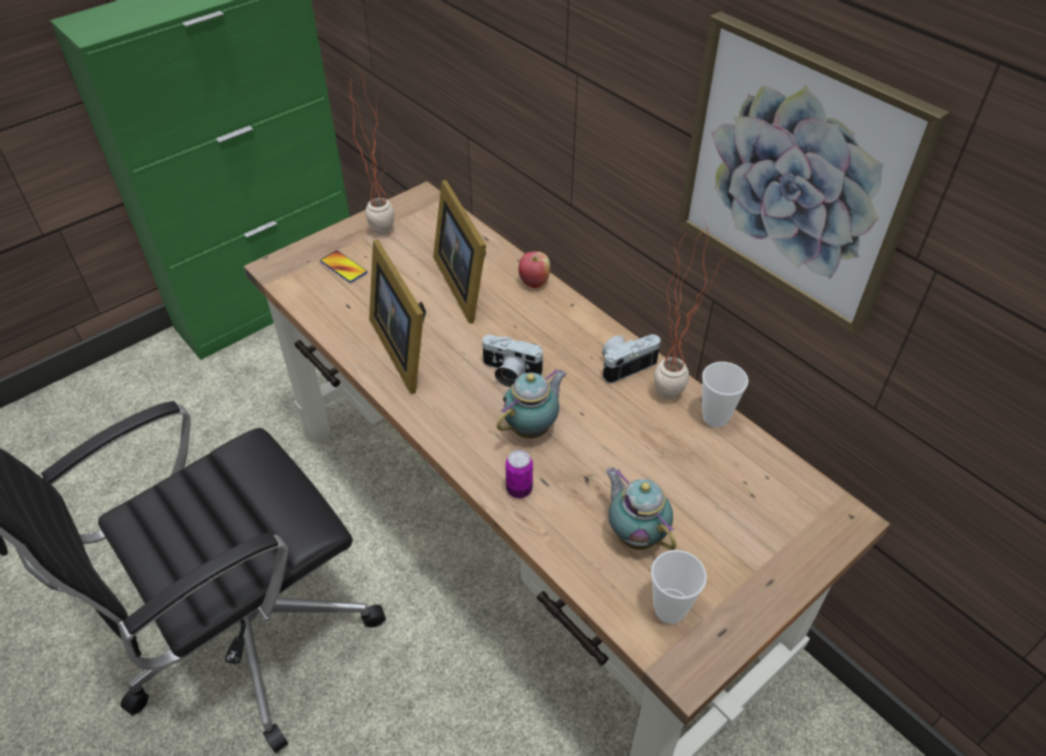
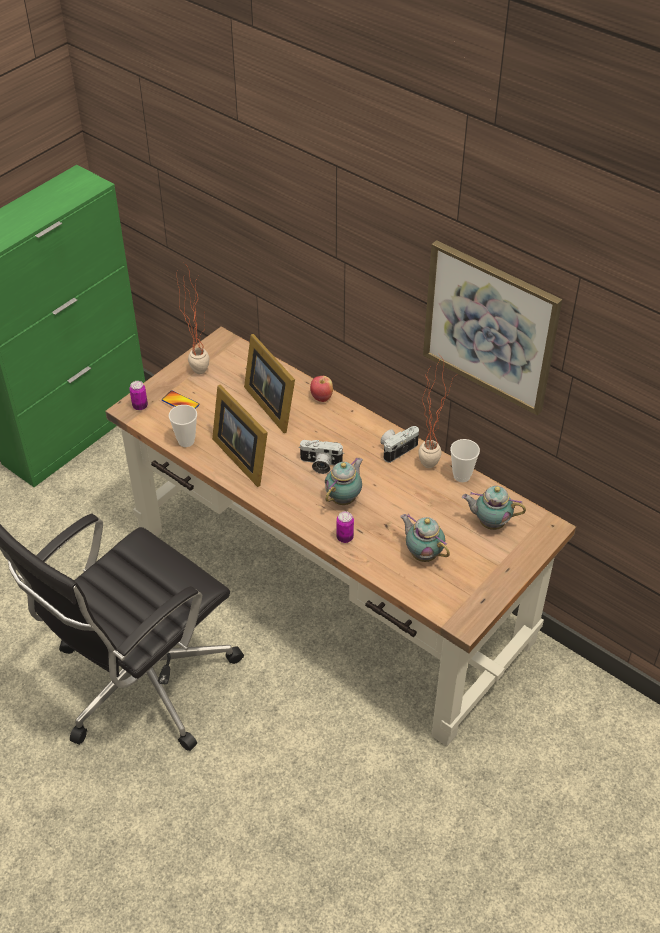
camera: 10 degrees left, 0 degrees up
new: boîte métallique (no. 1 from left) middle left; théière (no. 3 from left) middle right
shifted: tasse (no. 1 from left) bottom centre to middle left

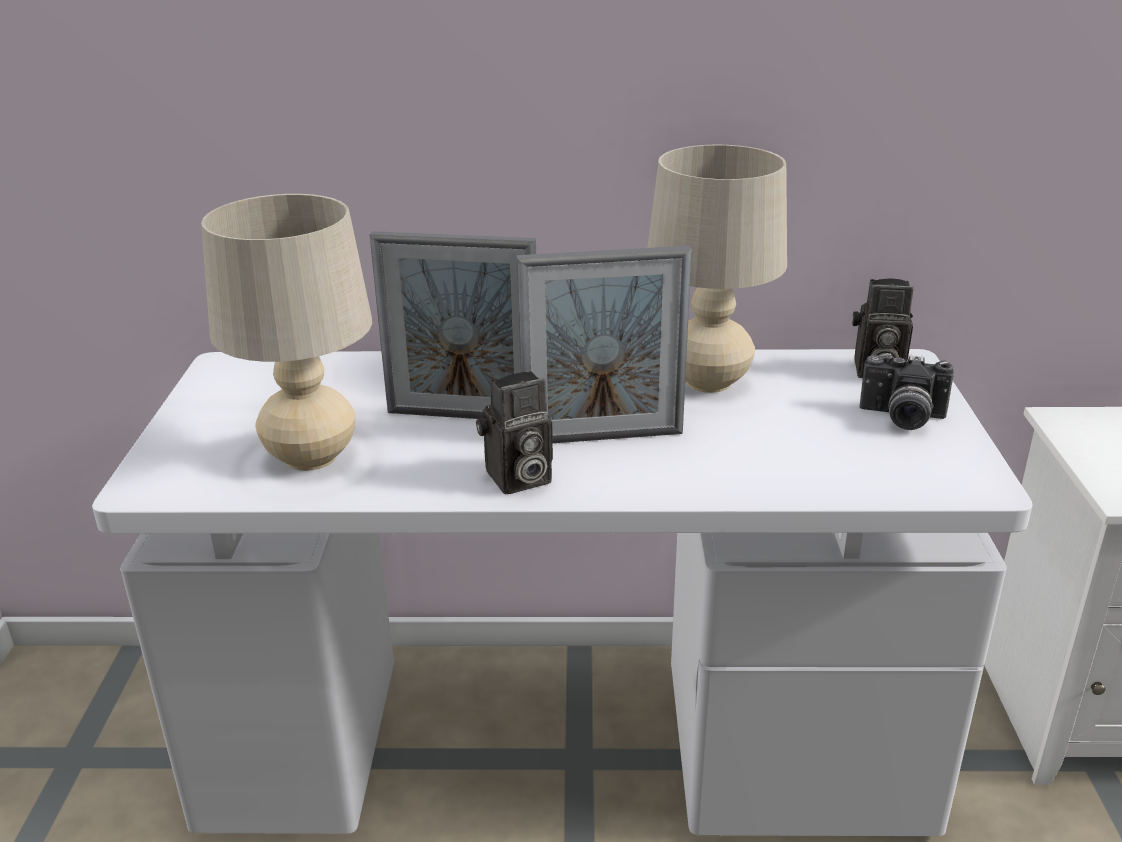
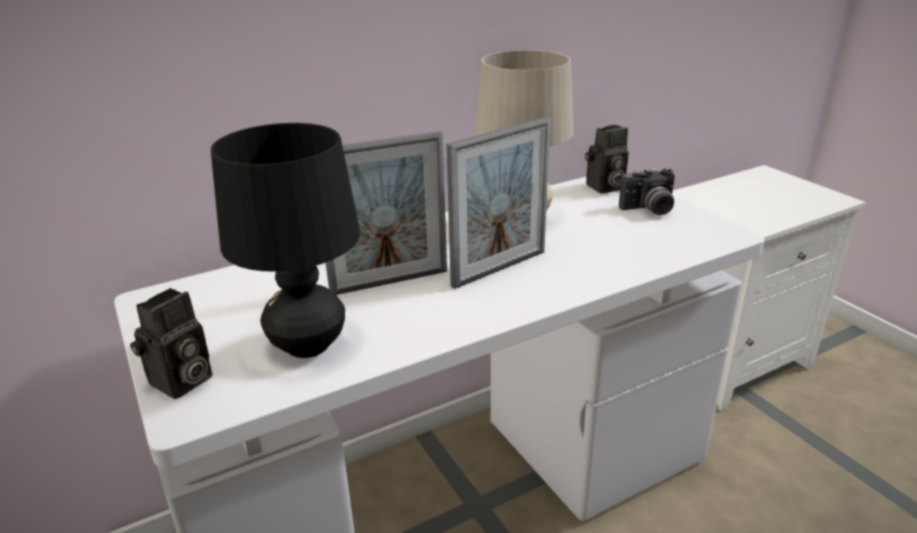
camera: 30 degrees left, 0 degrees up
shifted: appareil photo (no. 1 from left) centre to middle left
repainted: lampe de table (beige) (no. 1 from left) middle left to lampe de table (noir) middle left

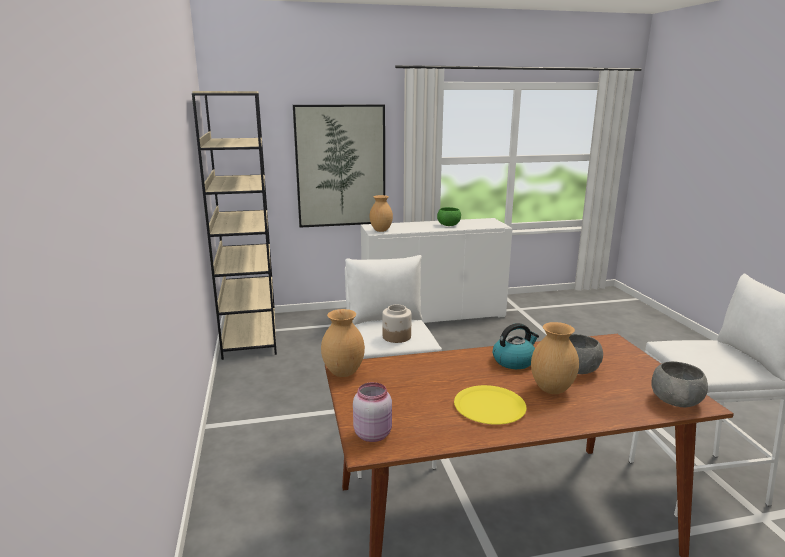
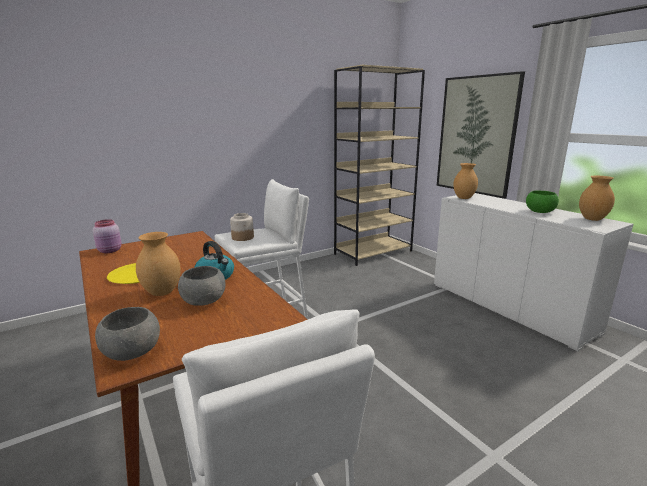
camera: 70 degrees right, 0 degrees up
shifted: vase (marron) (no. 1 from left in the first image) centre to vase (marron) (no. 3 from left) middle right

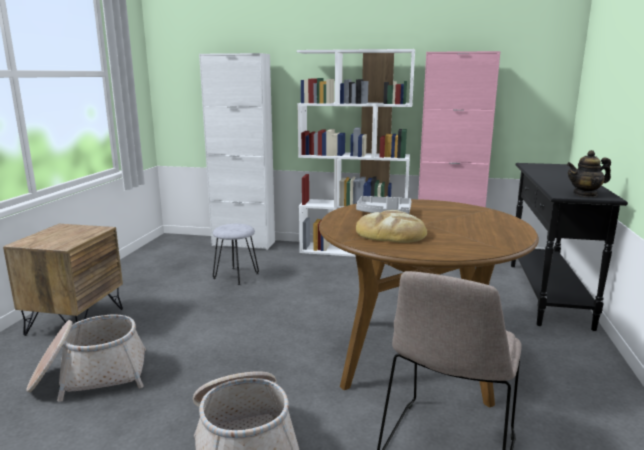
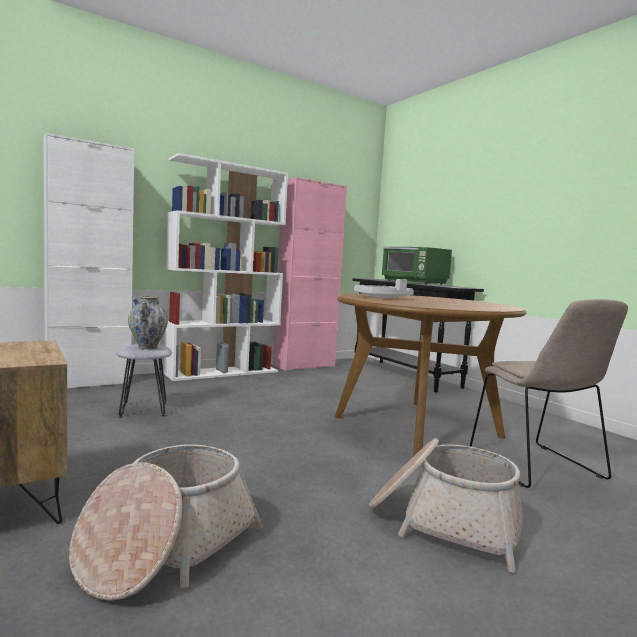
camera: 45 degrees left, 10 degrees down
gone: pain centre; théière middle right
new: vase middle left; micro-ondes (vert) centre

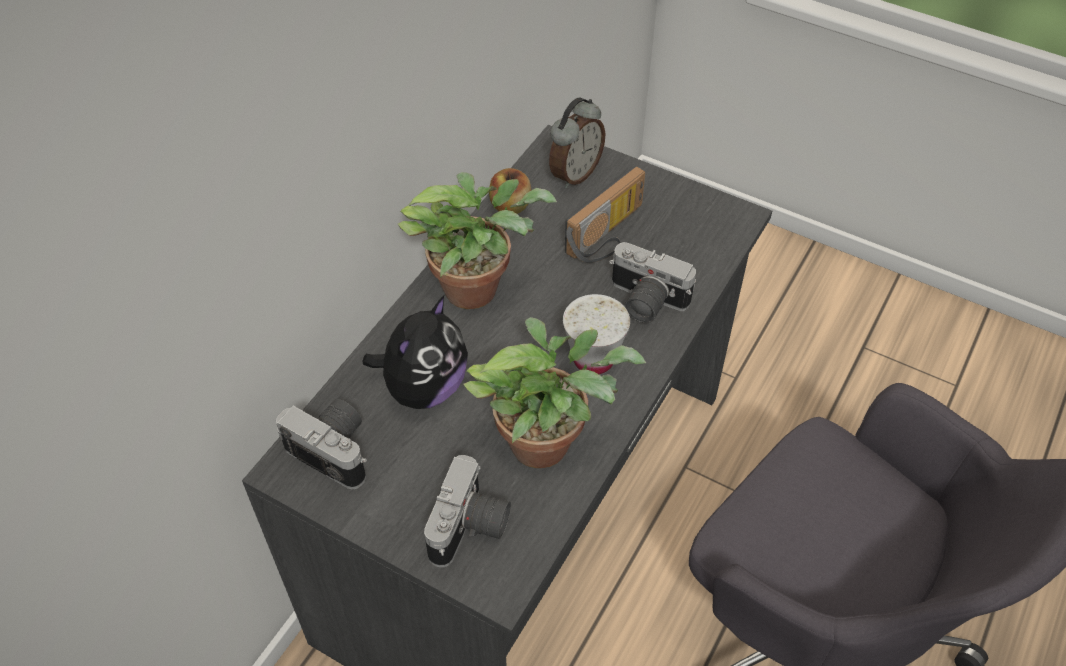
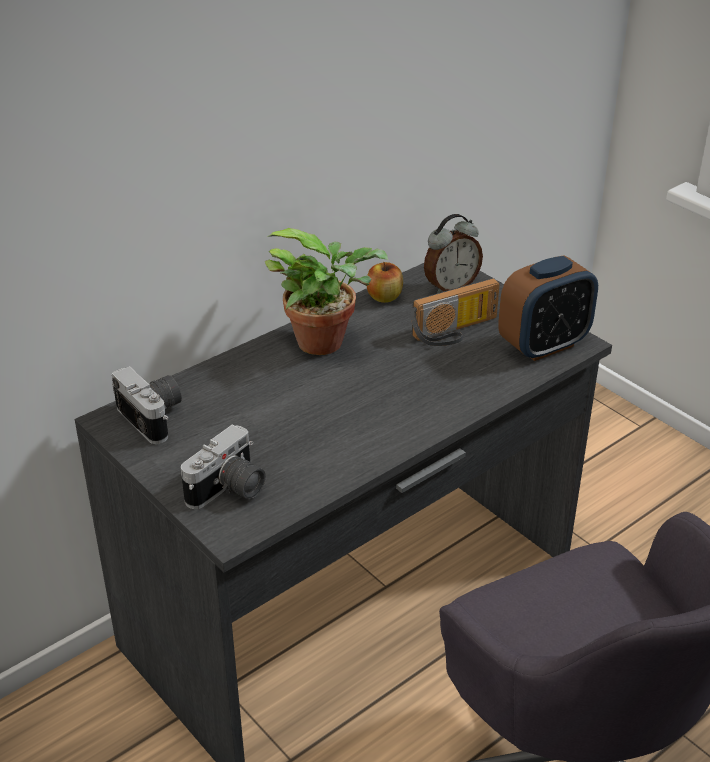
camera: 20 degrees right, 15 degrees down
gone: peluche centre; plante en pot (no. 2 from left) centre; tasse (blanc) centre; appareil photo (no. 3 from left) centre
new: réveil (no. 2 from left) middle right

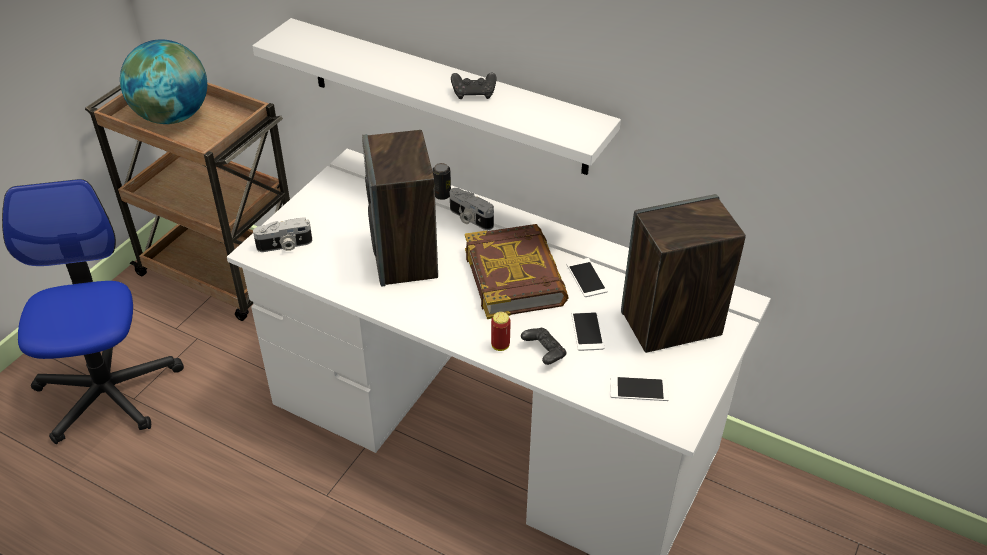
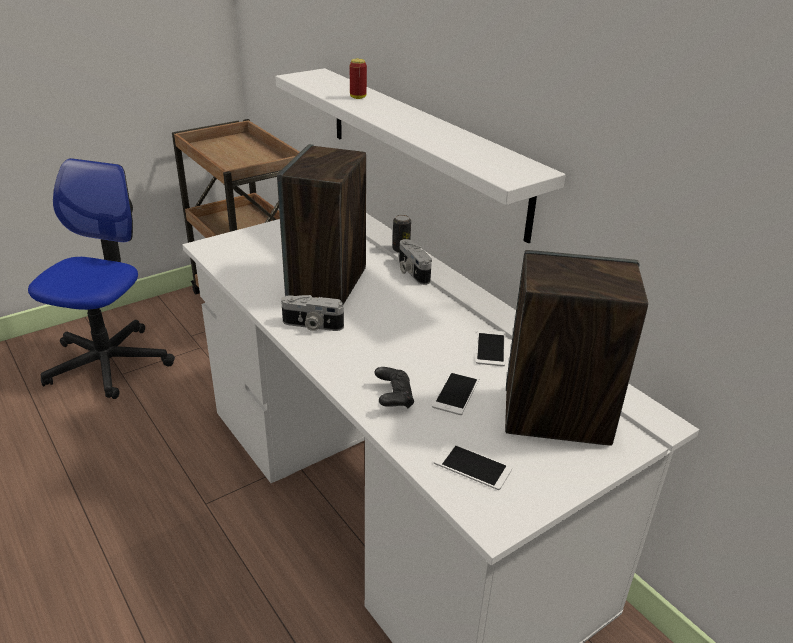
camera: 25 degrees right, 10 degrees down
gone: globe top left; manette (noir) (no. 1 from left) top centre; livre centre
shifted: appareil photo (no. 1 from left) middle left to centre; boîte métallique (no. 2 from left in the first image) centre to boîte métallique (no. 1 from left) top centre

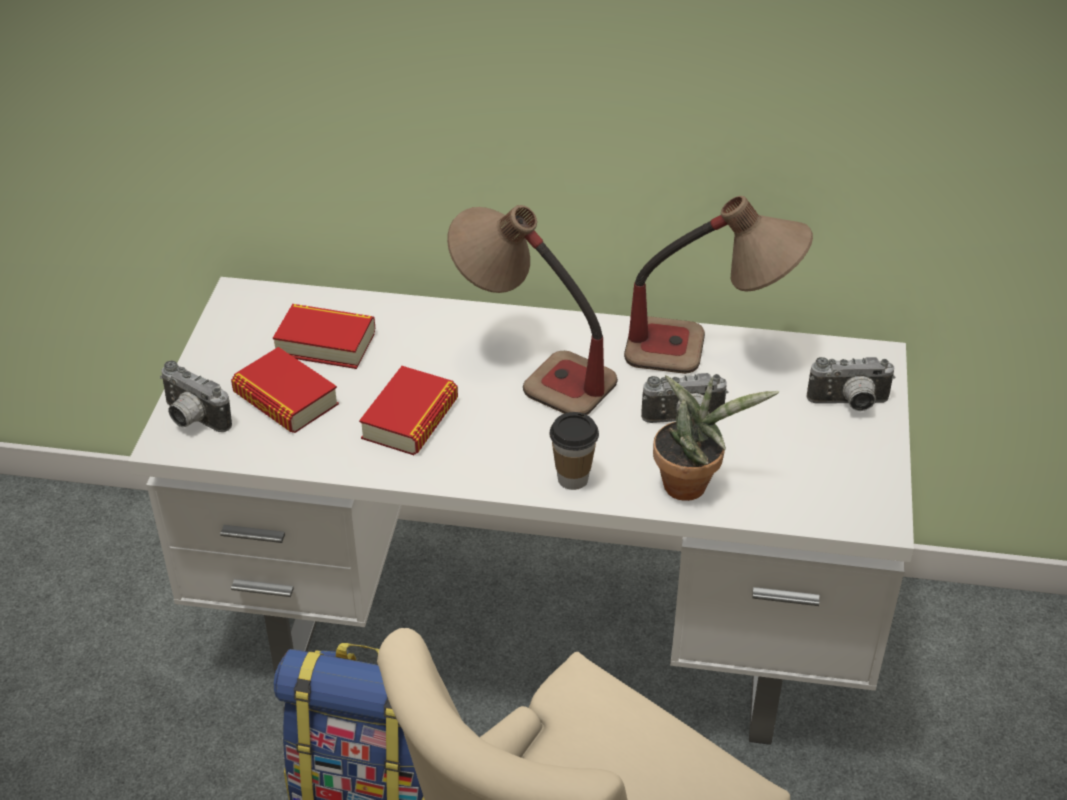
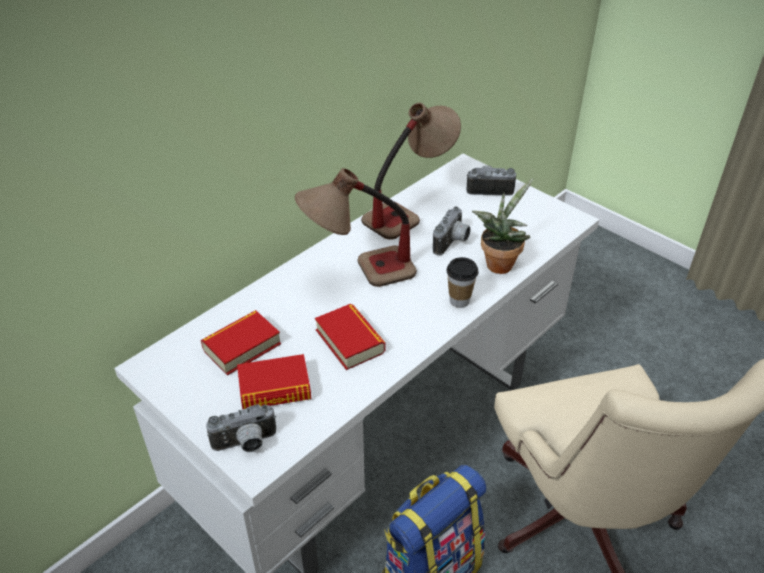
camera: 55 degrees left, 0 degrees up
rotated: appareil photo (no. 3 from left) middle right = top centre 120 degrees counterclockwise

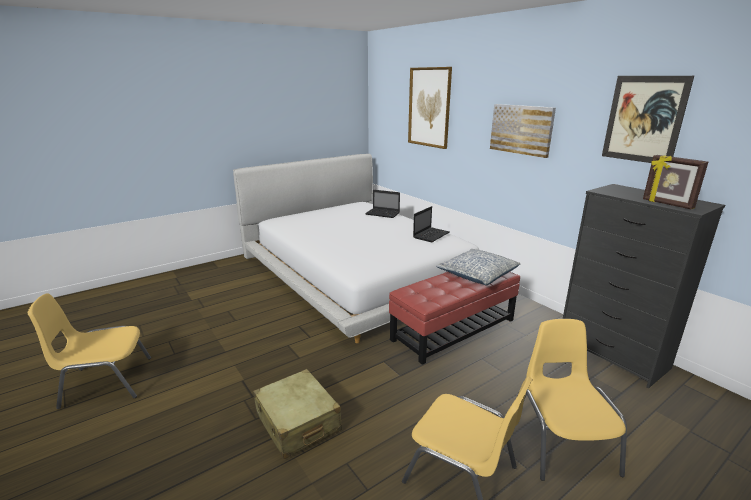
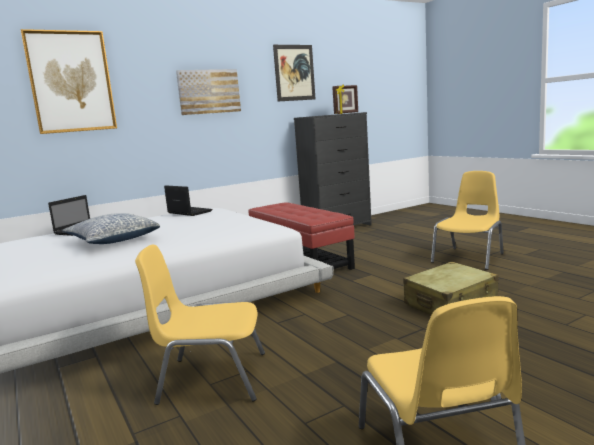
camera: 85 degrees left, 10 degrees down
shifted: coussin centre to middle left; chaise (jaune) (no. 3 from left in the first image) bottom right to chaise (jaune) (no. 1 from left) bottom centre

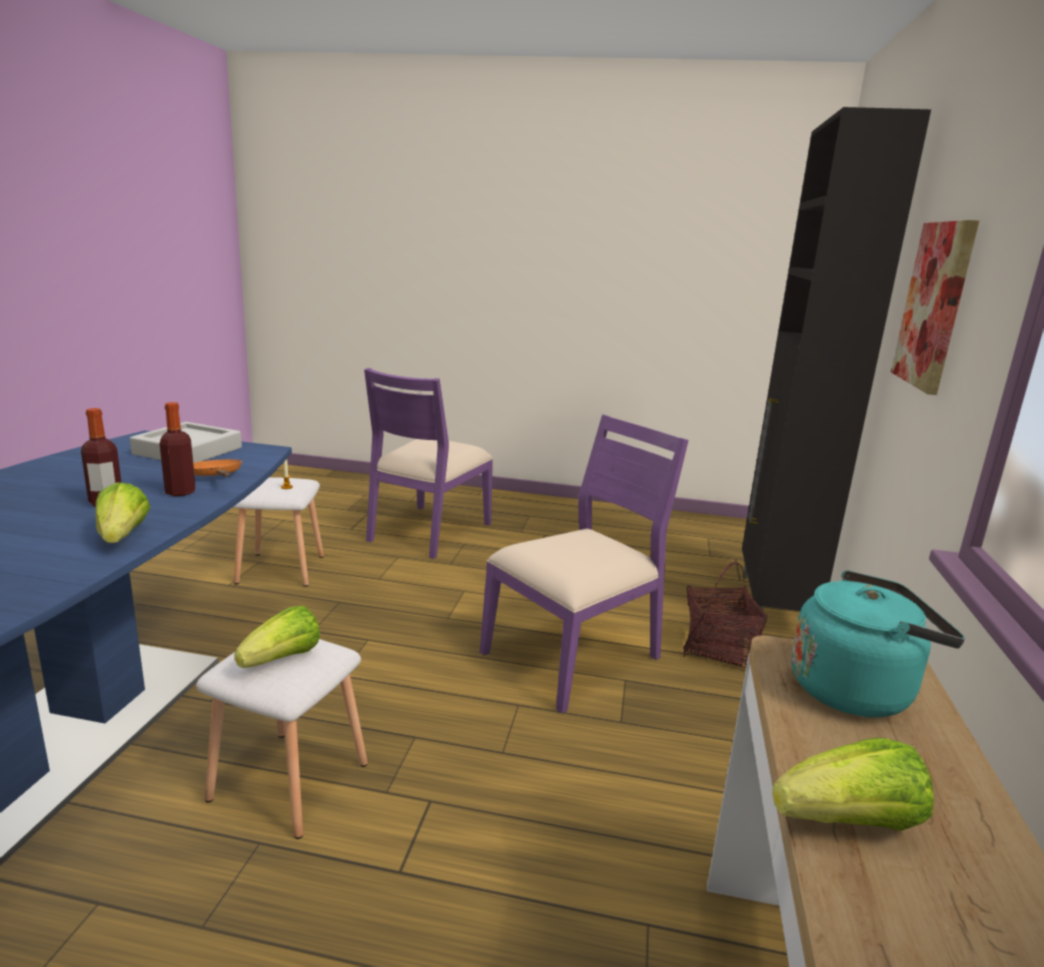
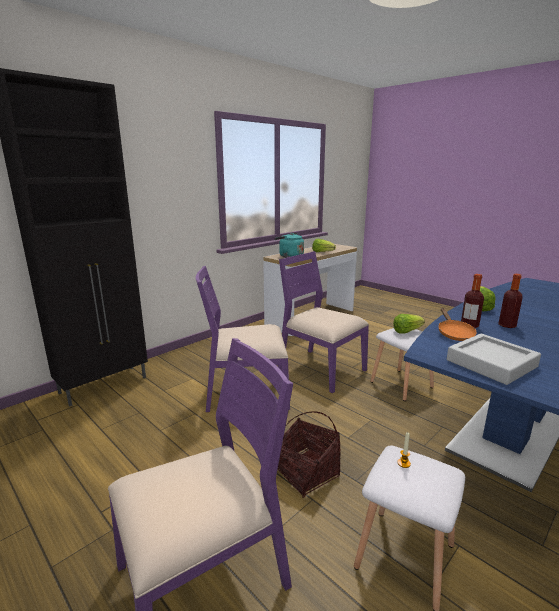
camera: 145 degrees left, 0 degrees up
gone: tableau top right
new: chaise (violet) (no. 3 from left) centre
shifted: panier middle right to bottom centre

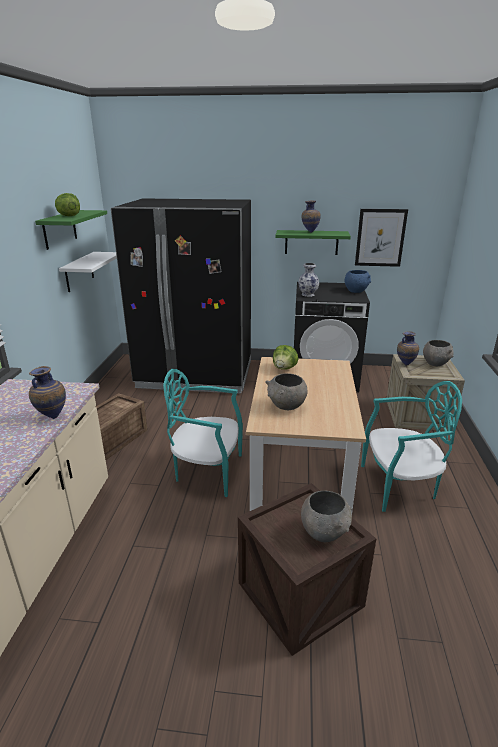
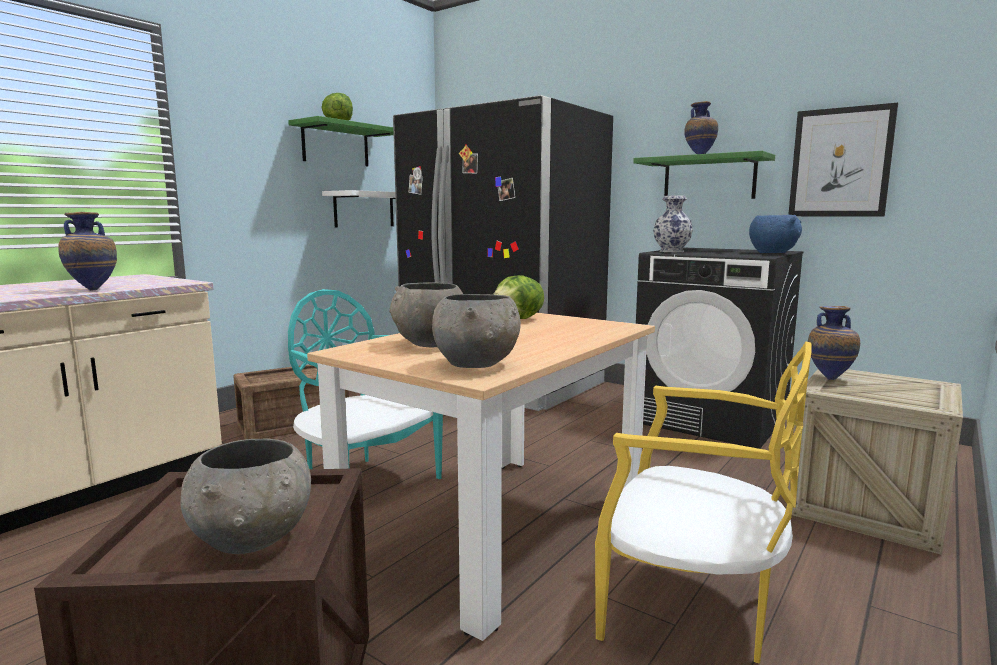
camera: 30 degrees right, 15 degrees down
shifted: bol (gris) (no. 3 from left) middle right to centre
repainted: chaise (turquoise) (no. 2 from left) middle right to chaise (jaune) bottom right

